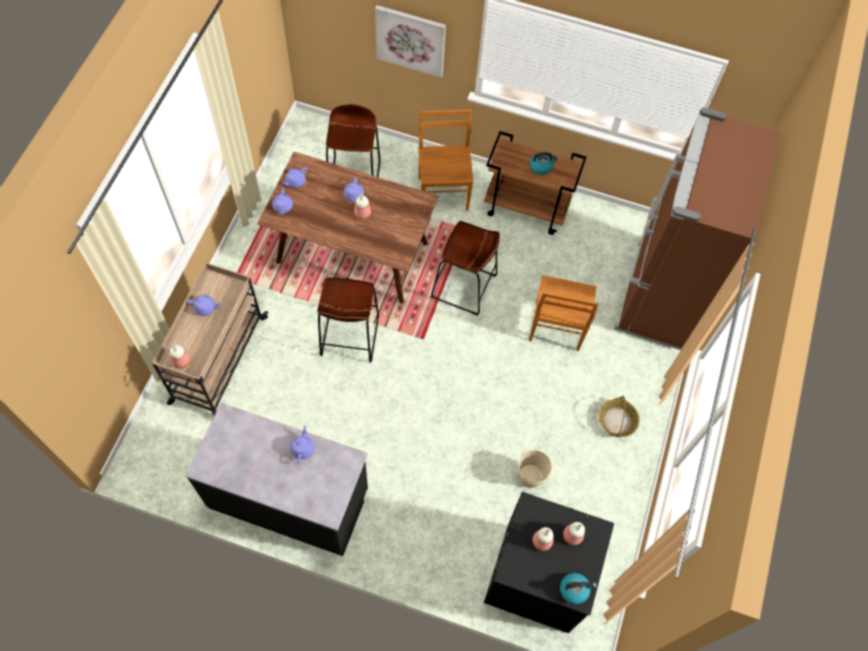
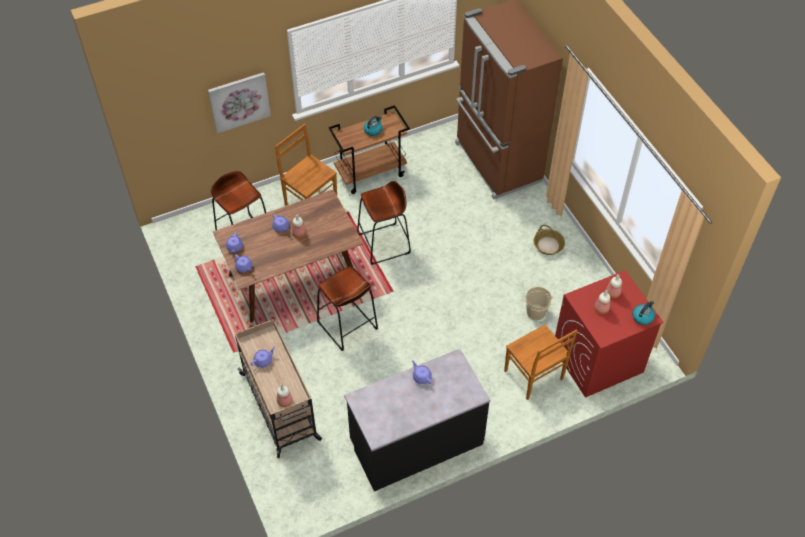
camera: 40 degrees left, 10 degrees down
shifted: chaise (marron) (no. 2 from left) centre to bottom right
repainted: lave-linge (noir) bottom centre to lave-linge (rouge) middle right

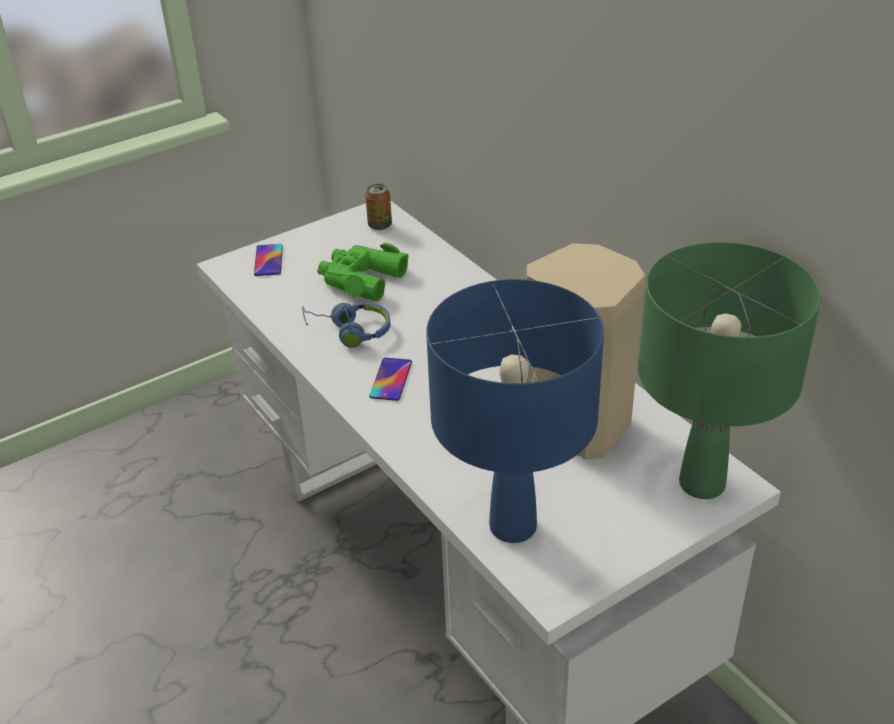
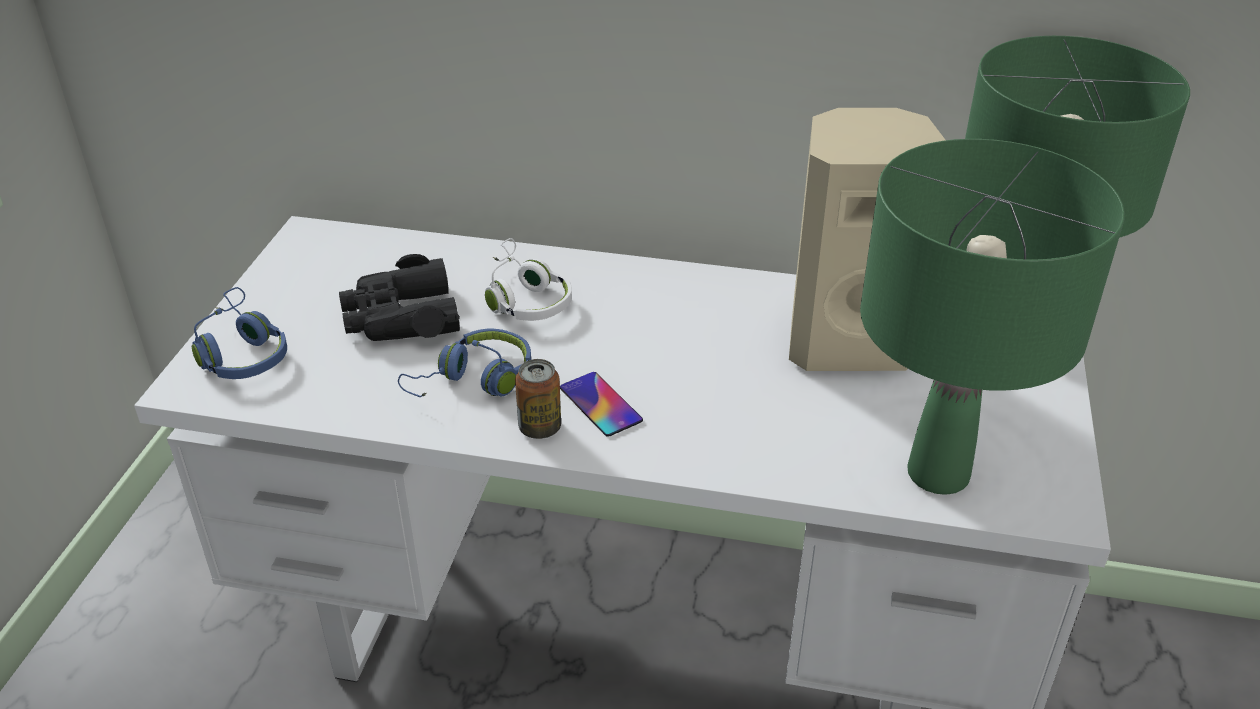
camera: 45 degrees left, 0 degrees up
new: casque audio (blanc) centre
shifted: boîte métallique top centre to centre
swapped: téléphone (no. 1 from left) middle left to casque audio (bleu) (no. 1 from left) middle left
repainted: jumelles (vert) centre to jumelles (noir) middle left; lampe de table (bleu) centre to lampe de table (vert) (no. 1 from left) middle right

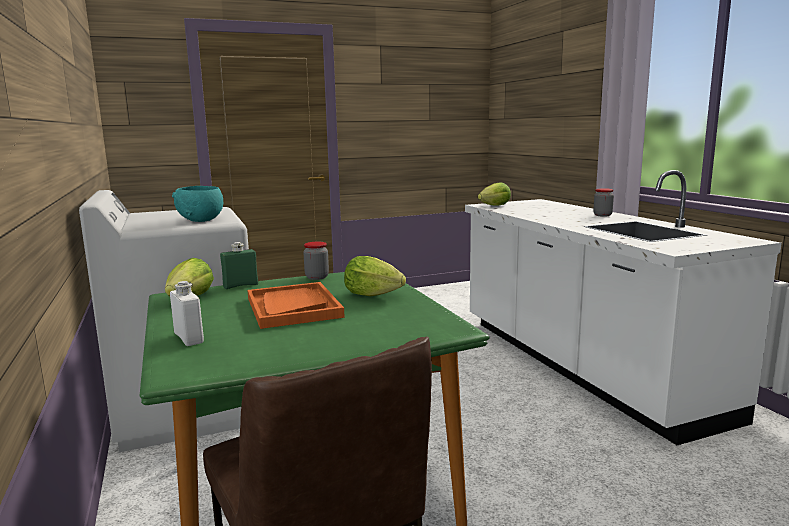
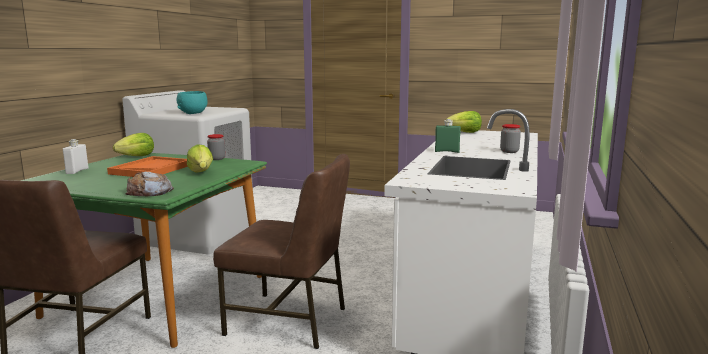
camera: 40 degrees right, 0 degrees up
new: pain middle left; chaise (marron) (no. 2 from left) bottom centre
shifted: bouteille (vert) middle left to centre

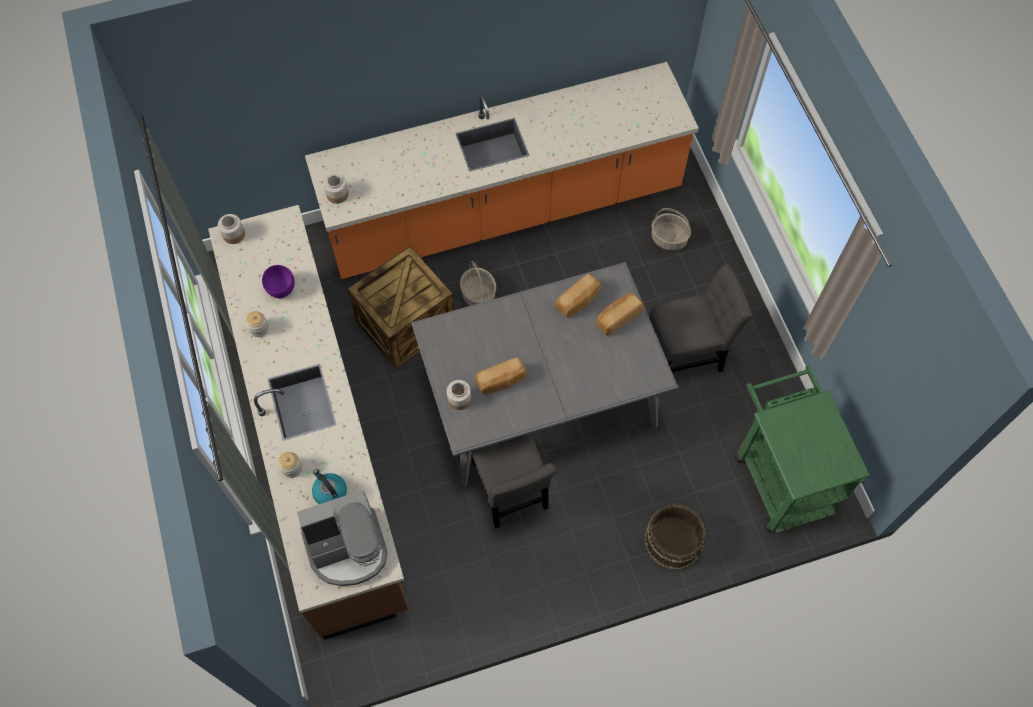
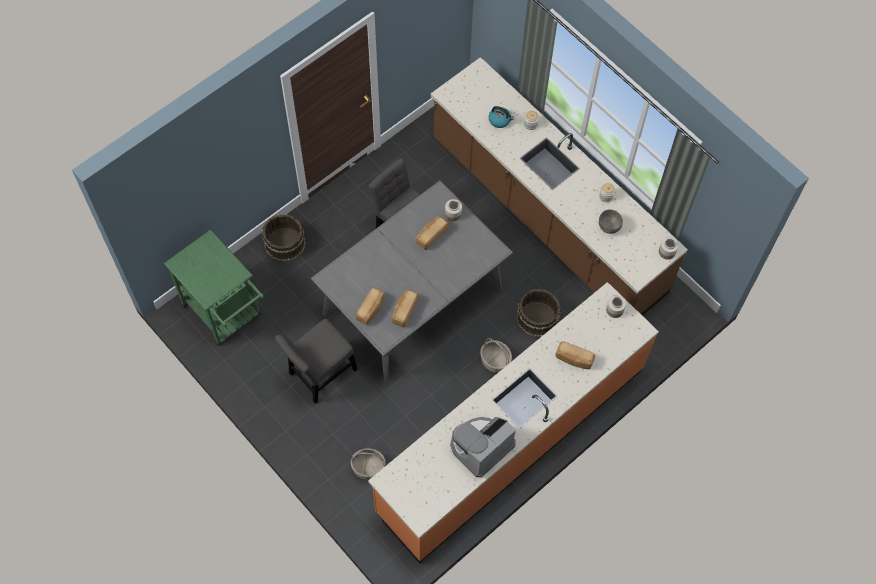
camera: 155 degrees right, 0 degrees up
new: pain (no. 4 from left) centre
shifted: machine à café bottom left to bottom centre
swapped: caisse centre to seau (marron) (no. 2 from left) centre
repainted: bol (violet) middle left to bol (gris) middle right

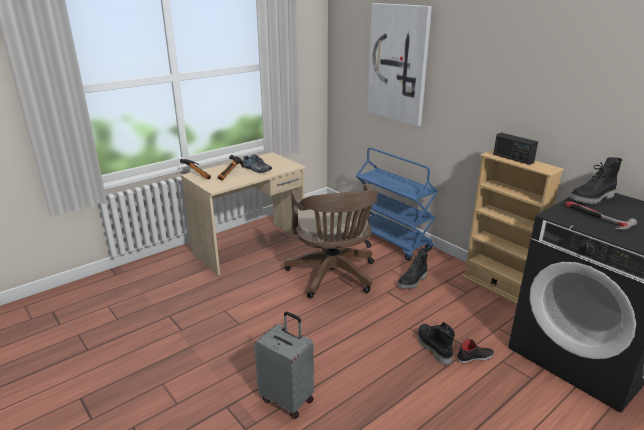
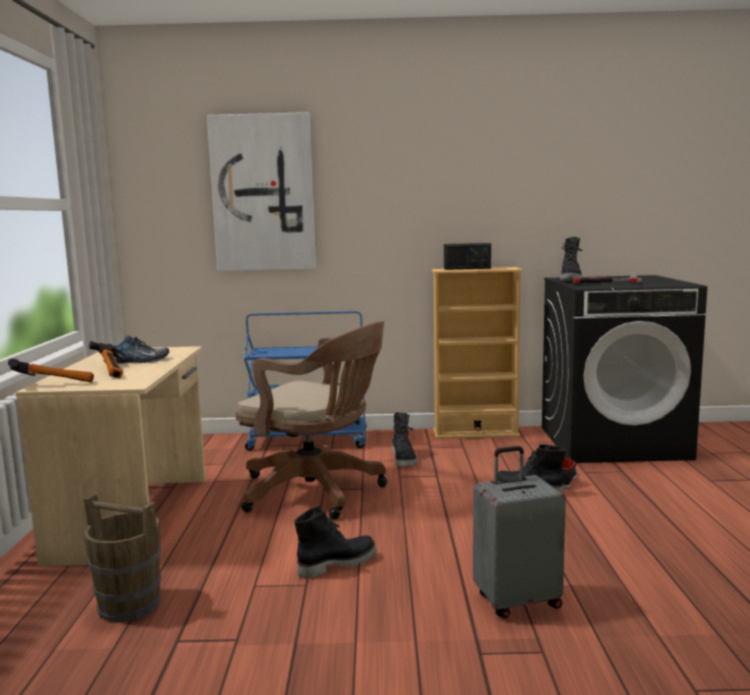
camera: 50 degrees left, 15 degrees down
new: seau (marron) bottom left; botte (noir) (no. 1 from left) bottom centre

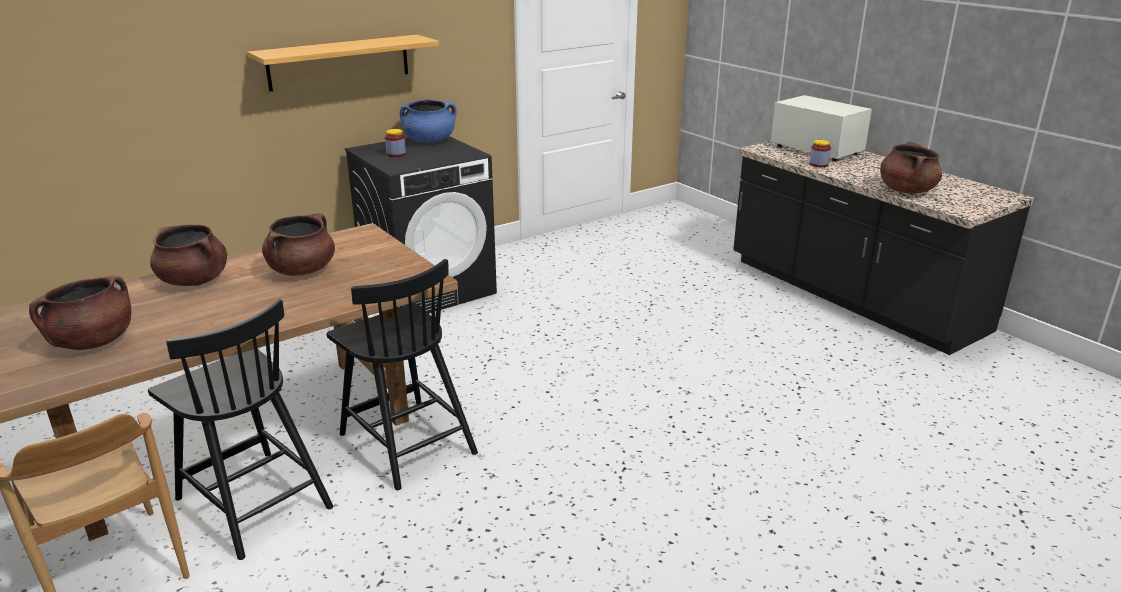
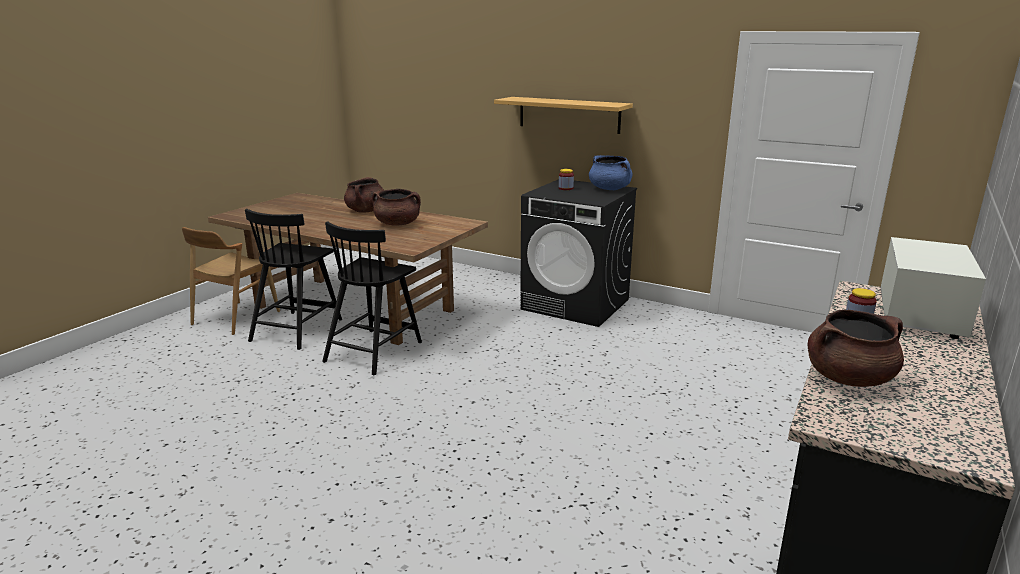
camera: 65 degrees right, 5 degrees down
gone: marmite (marron) (no. 1 from left) middle left

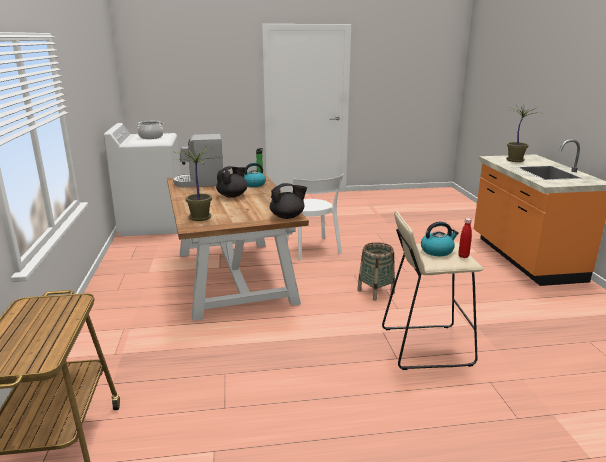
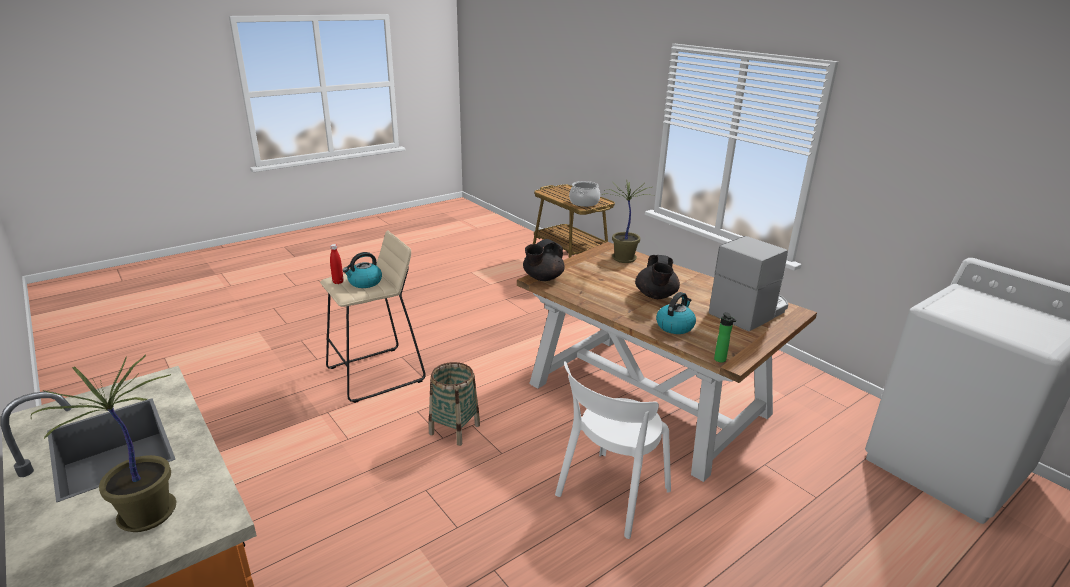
camera: 150 degrees right, 5 degrees up
shifted: marmite top left to top centre
rotated: chaise (blanc) centre = bottom centre 90 degrees counterclockwise

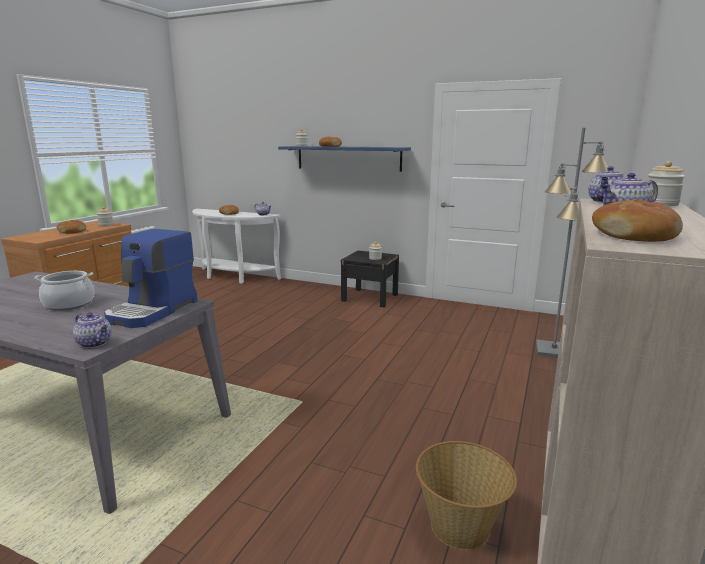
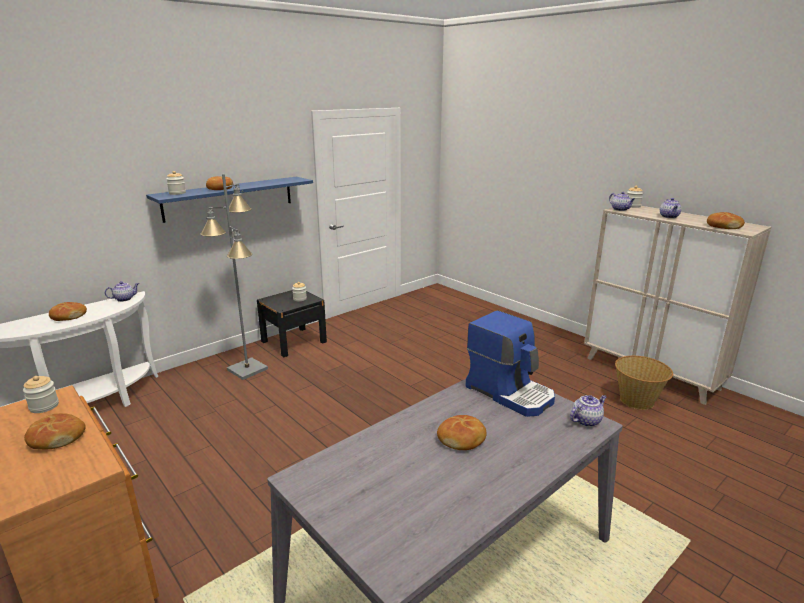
camera: 65 degrees left, 5 degrees up
shifted: lampadaire (gris) middle right to middle left
swapped: marmite middle left to pain (no. 4 from left) bottom centre

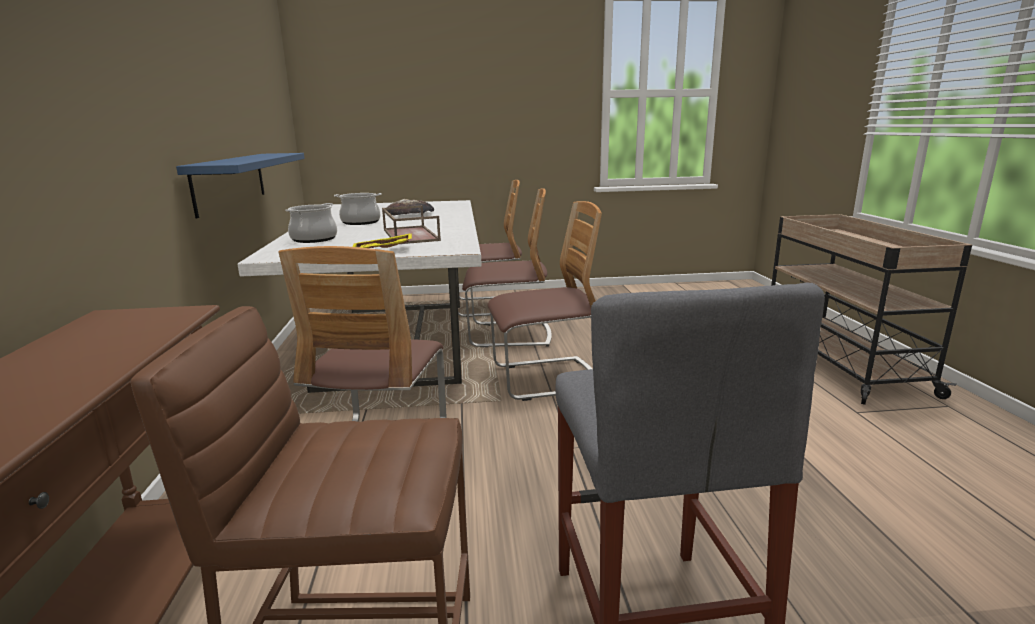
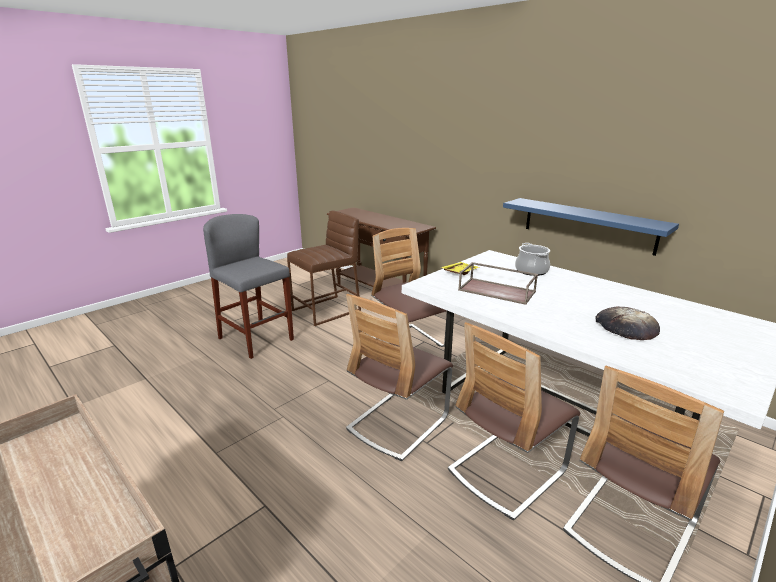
camera: 140 degrees right, 5 degrees up
gone: marmite (no. 2 from left) centre

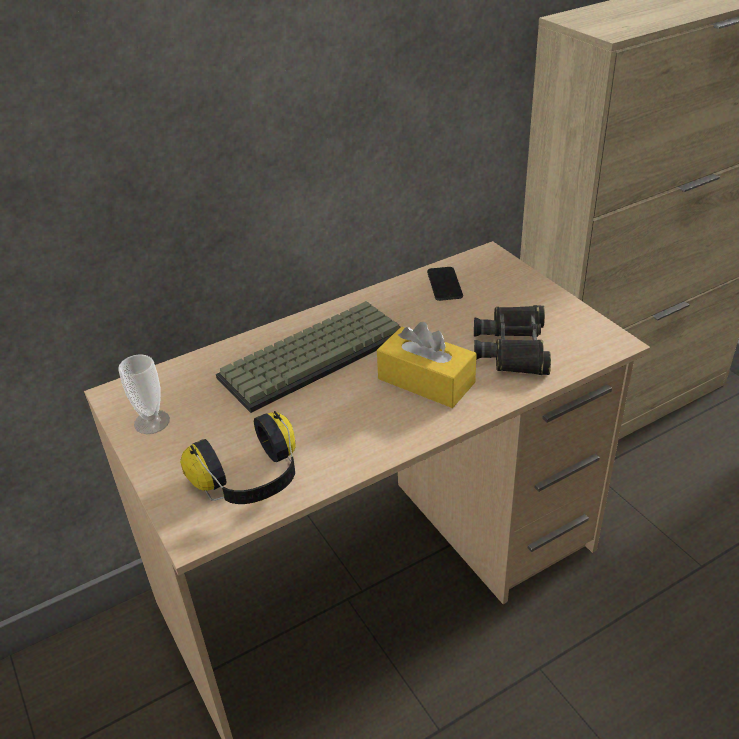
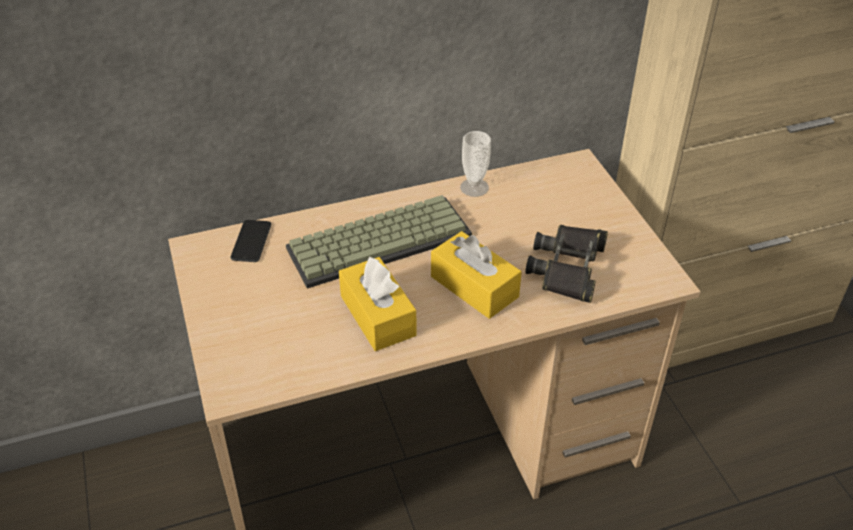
camera: 10 degrees right, 5 degrees up
gone: casque audio middle left
new: boîte à mouchoirs (jaune) (no. 1 from left) centre
shifted: tasse middle left to top centre; téléphone centre to middle left

